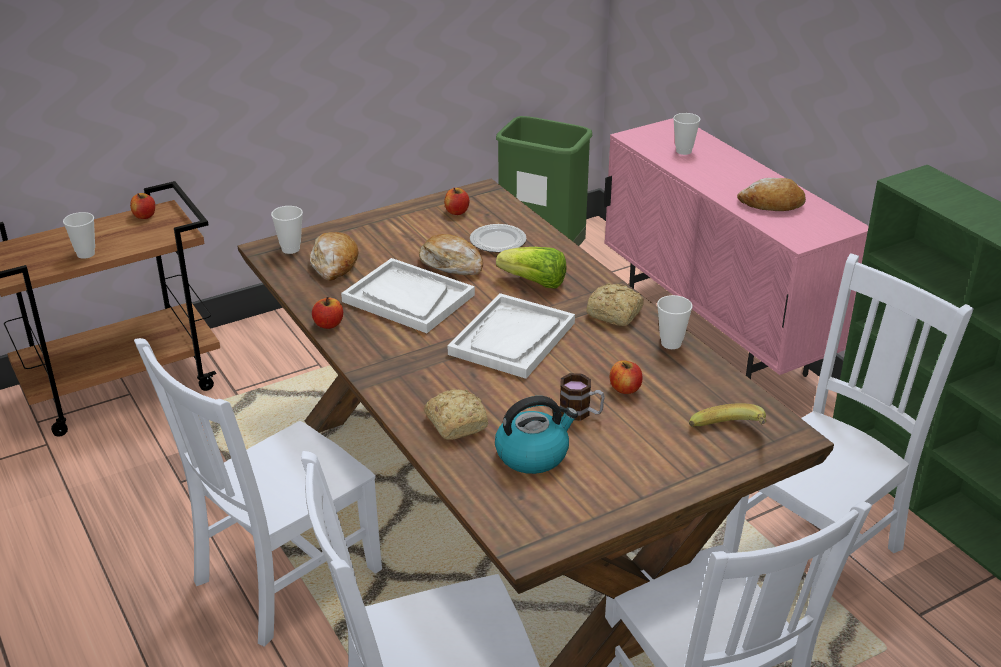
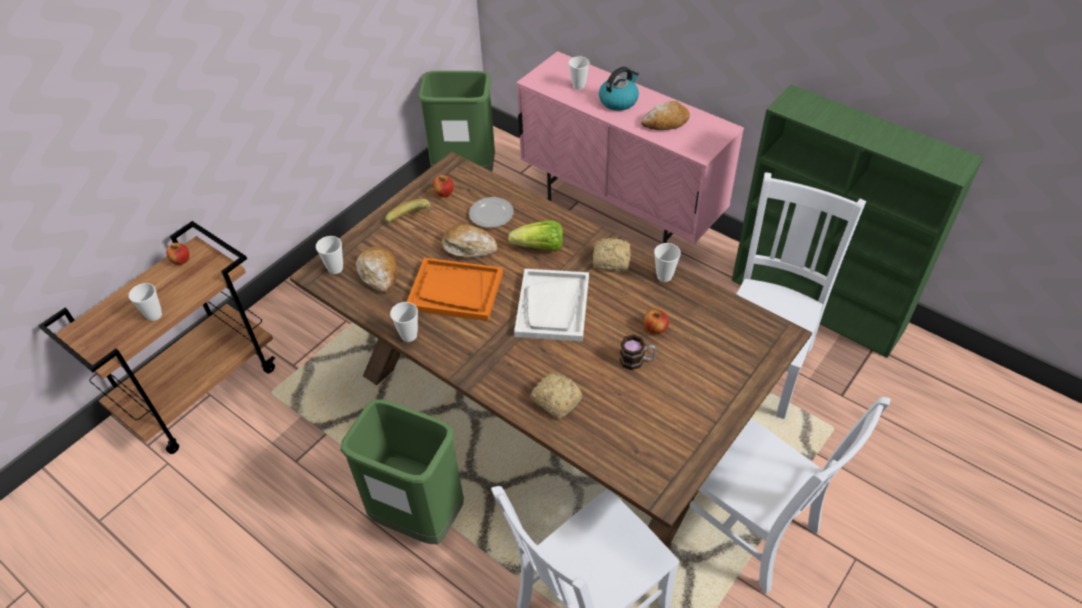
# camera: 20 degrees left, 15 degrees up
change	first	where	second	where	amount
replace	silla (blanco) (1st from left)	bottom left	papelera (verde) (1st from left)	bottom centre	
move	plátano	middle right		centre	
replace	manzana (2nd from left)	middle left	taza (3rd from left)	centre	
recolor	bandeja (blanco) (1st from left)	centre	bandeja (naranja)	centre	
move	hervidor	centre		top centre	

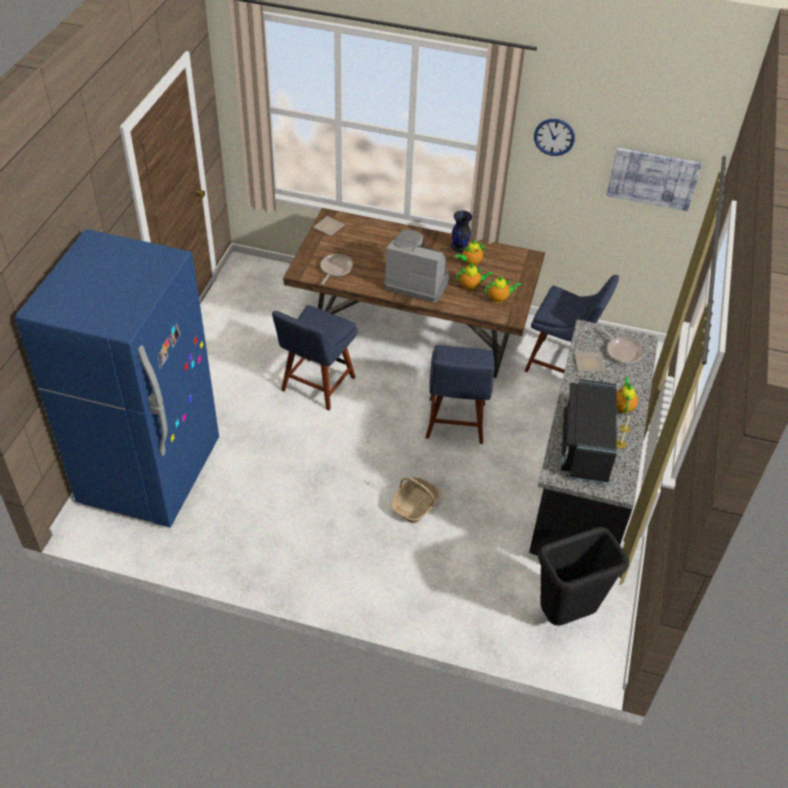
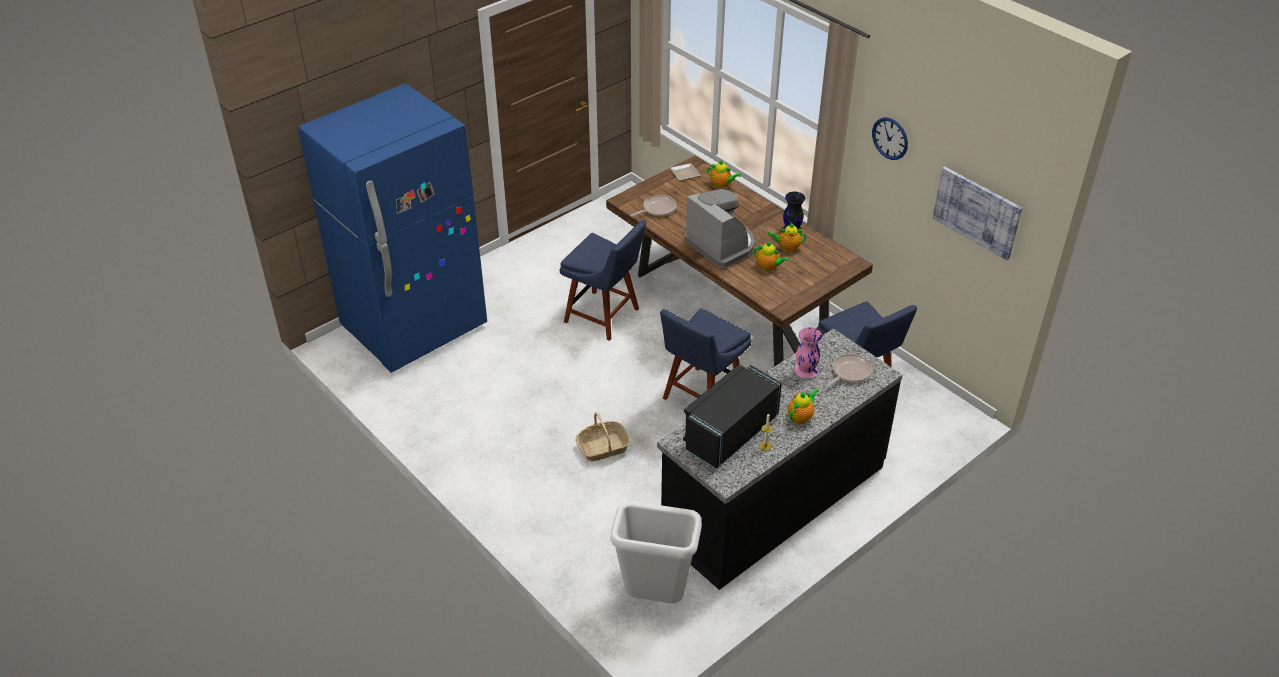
# camera: 35 degrees right, 5 degrees down
change	first	where	second	where	amount
rotate	silla (azul) (1st from left)	centre		centre	120 degrees counterclockwise
recolor	papelera (negro)	bottom right	papelera (blanco)	bottom centre	
move	tetera (3rd from left in the first image)	centre	tetera (1st from left)	top centre	
replace	plato (2nd from left)	middle right	florero (rosa)	centre	
rotate	sartén (2nd from left)	middle right		centre	135 degrees counterclockwise

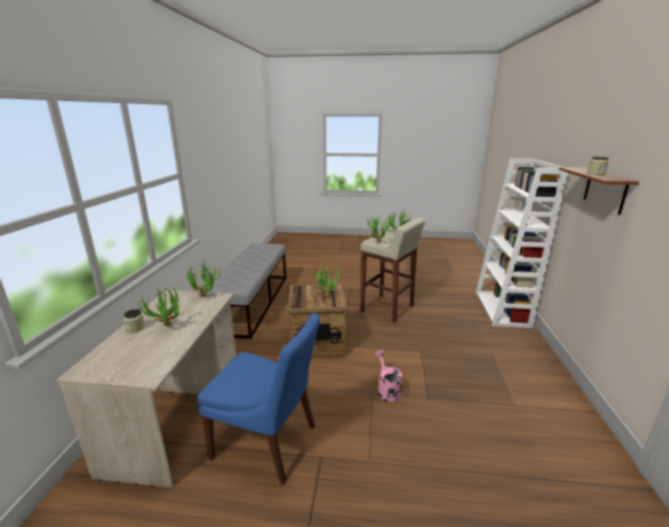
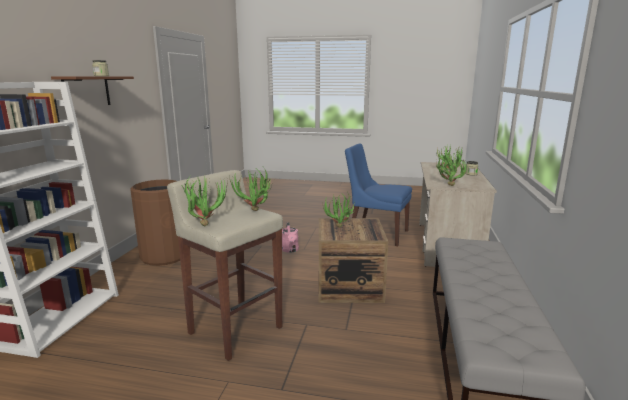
# camera: 175 degrees left, 5 degrees down
change	first	where	second	where	amount
insert			papelera (marrón)	middle left	

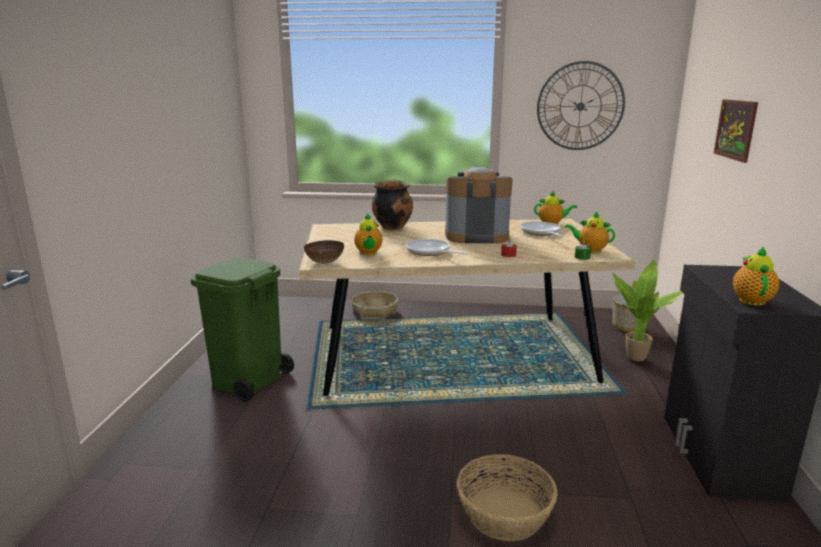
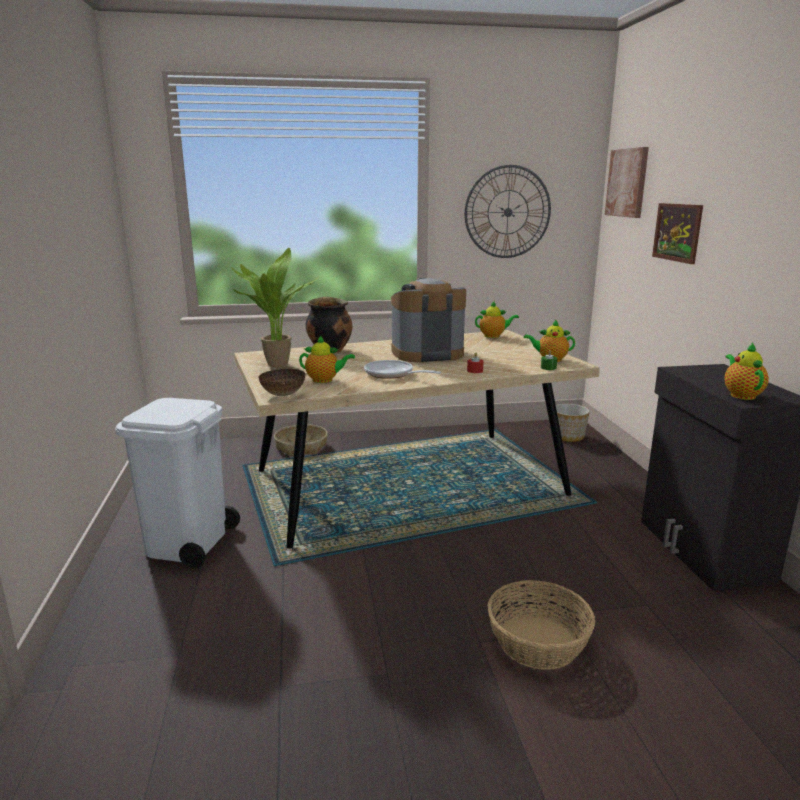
# camera: 15 degrees left, 0 degrees up
change	first	where	second	where	amount
recolor	papelera (verde)	middle left	papelera (blanco)	middle left	
move	planta en maceta	middle right		centre	
rotate	tetera (1st from left)	centre		centre	60 degrees counterclockwise
insert			cuadro (1st from left)	top right	
delete	sartén (2nd from left)	centre			

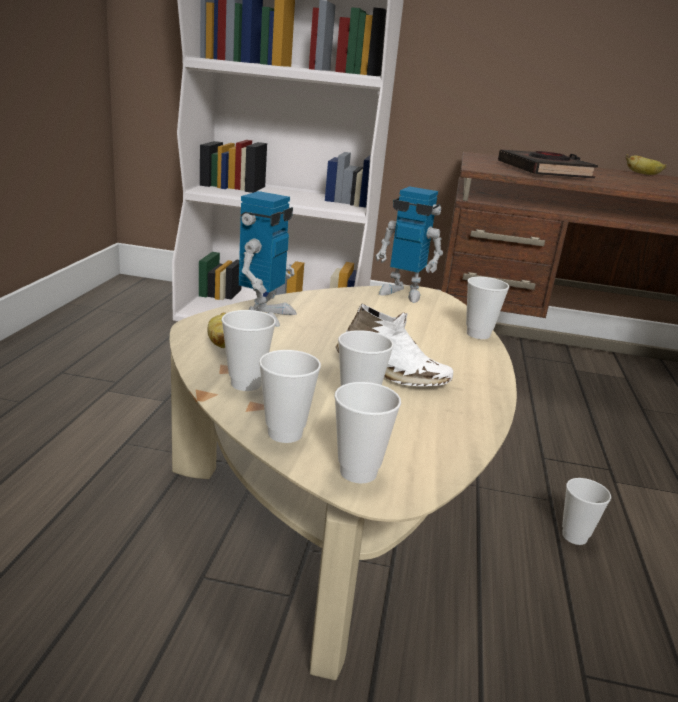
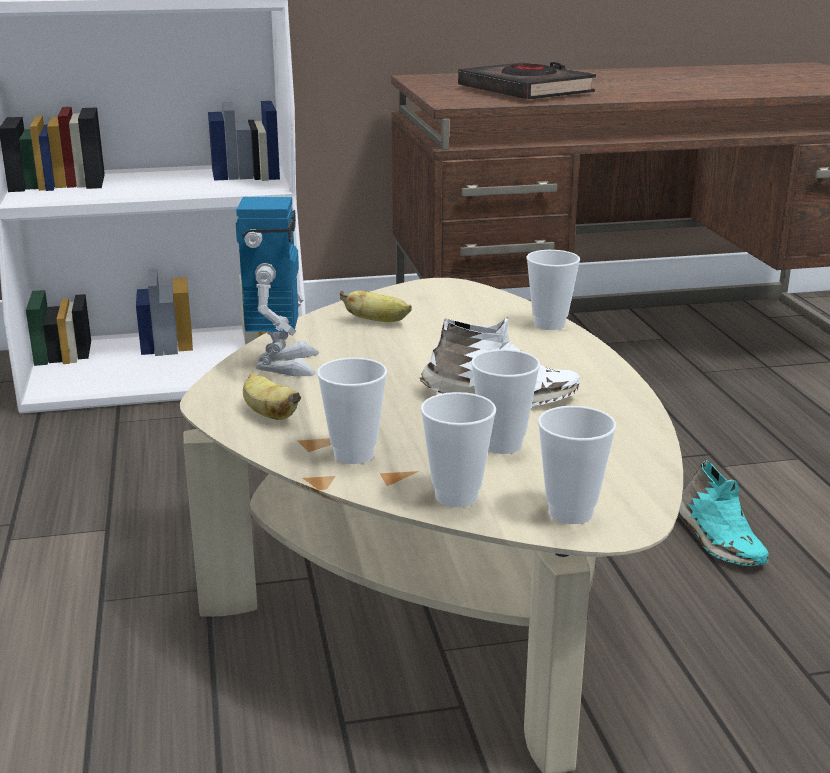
# camera: 20 degrees left, 0 degrees up
change	first	where	second	where	amount
move	plátano (2nd from left)	top right		centre	
replace	taza (6th from left)	bottom right	zapato (turquesa)	middle right	
delete	robot de juguete (2nd from left)	centre			

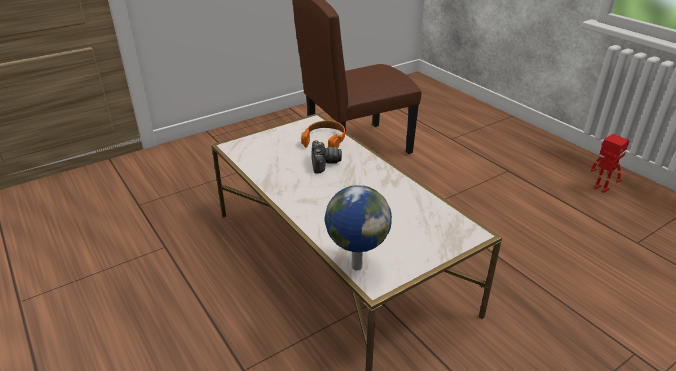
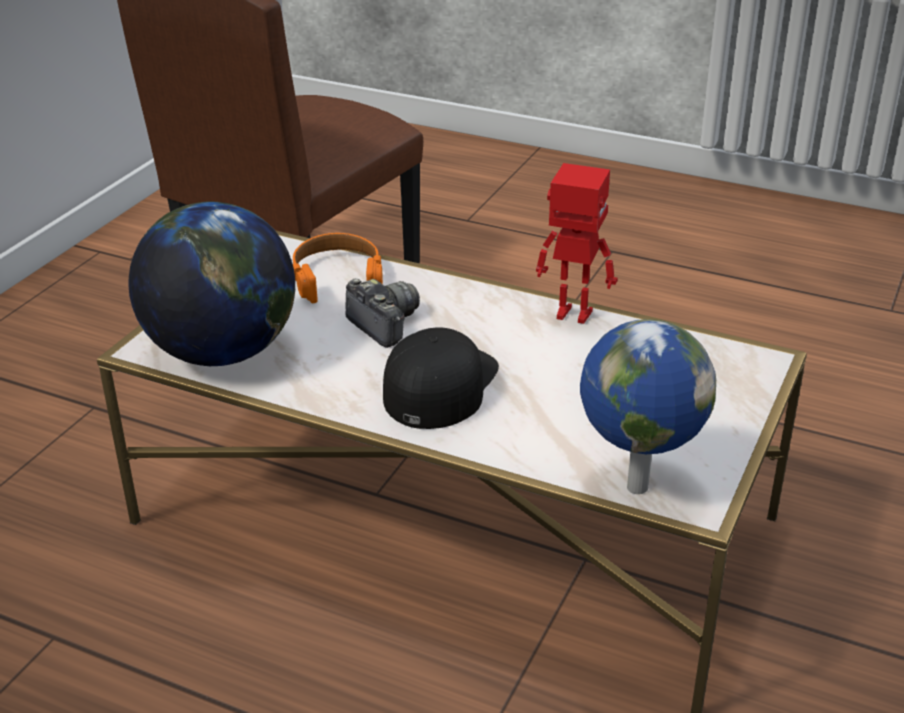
# camera: 30 degrees left, 0 degrees up
change	first	where	second	where	amount
insert			globo terráqueo (1st from left)	middle left	
insert			gorra (negro)	centre	
move	robot de juguete	middle right		centre	

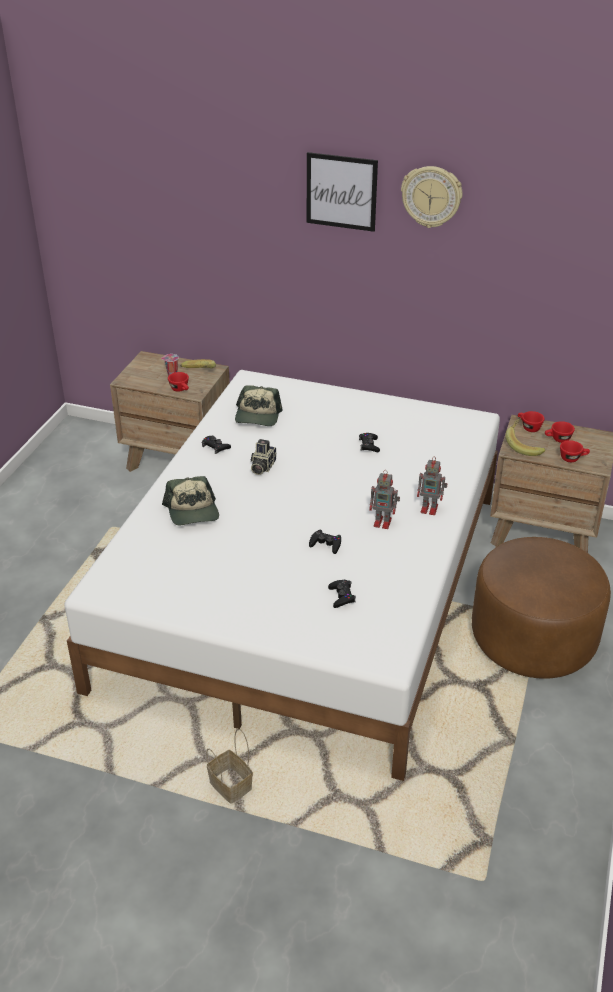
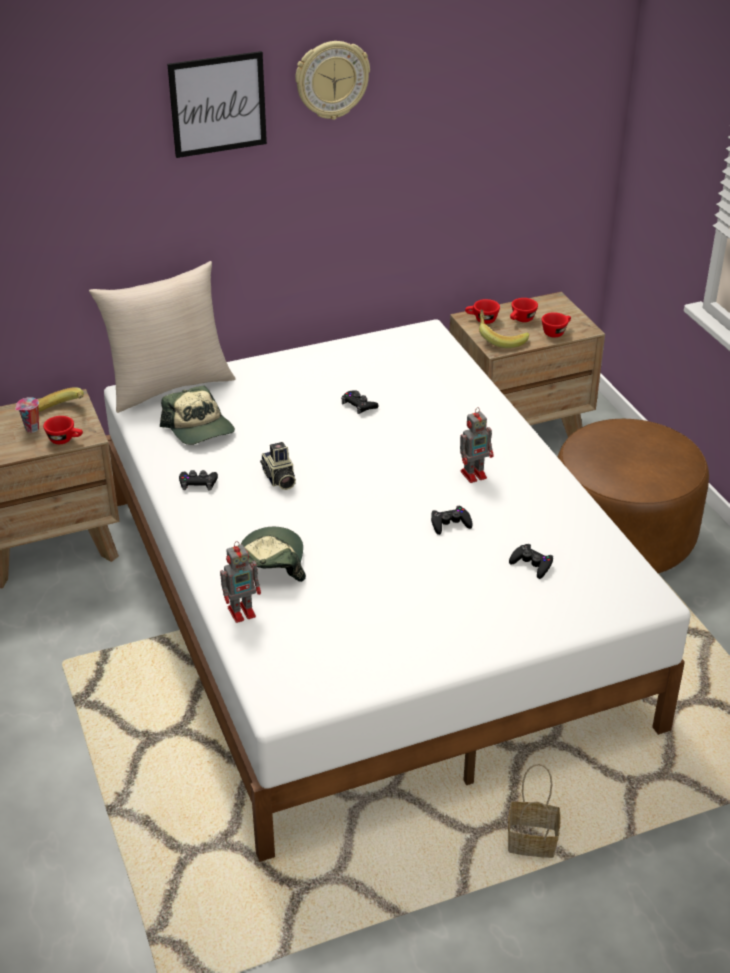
# camera: 40 degrees left, 0 degrees up
change	first	where	second	where	amount
insert			cojín (beis)	middle left	
move	robot de juguete (2nd from left in the first image)	middle right	robot de juguete (1st from left)	middle left	
rotate	gorra (1st from left in the first image)	middle left	gorra (2nd from left)	centre	120 degrees counterclockwise

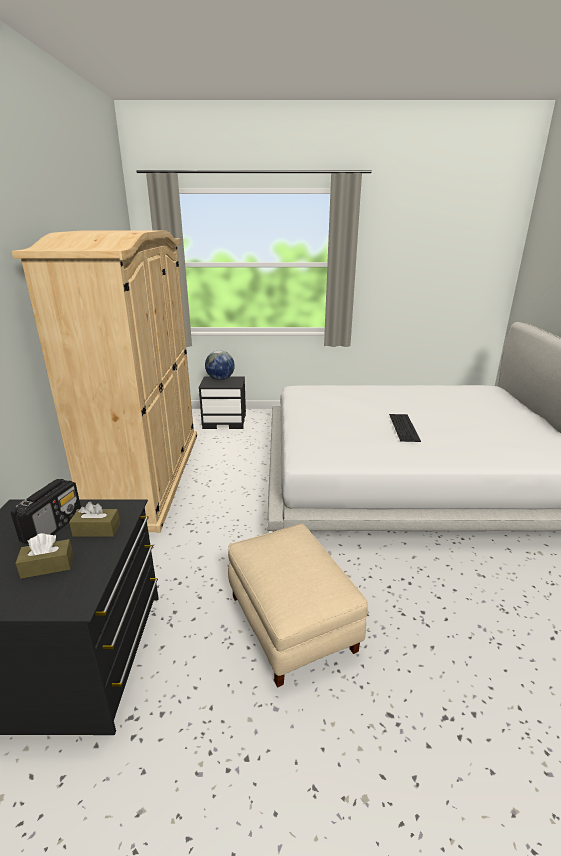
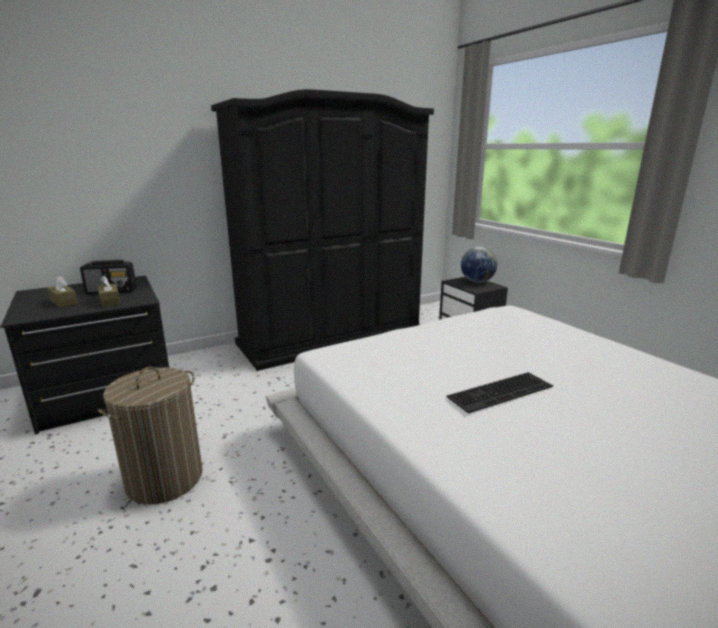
# camera: 60 degrees right, 5 degrees down
change	first	where	second	where	amount
replace	puf (beis)	bottom centre	cesto de la ropa	bottom left	
recolor	armario ropero (beis)	middle left	armario ropero (negro)	centre	

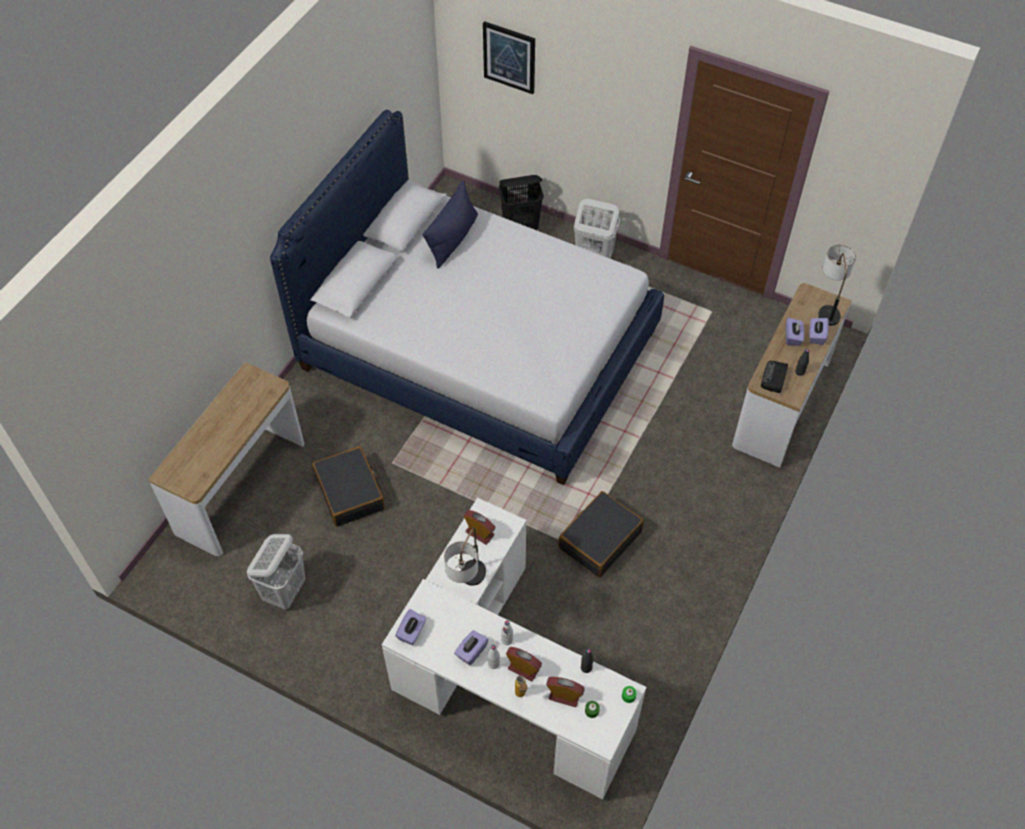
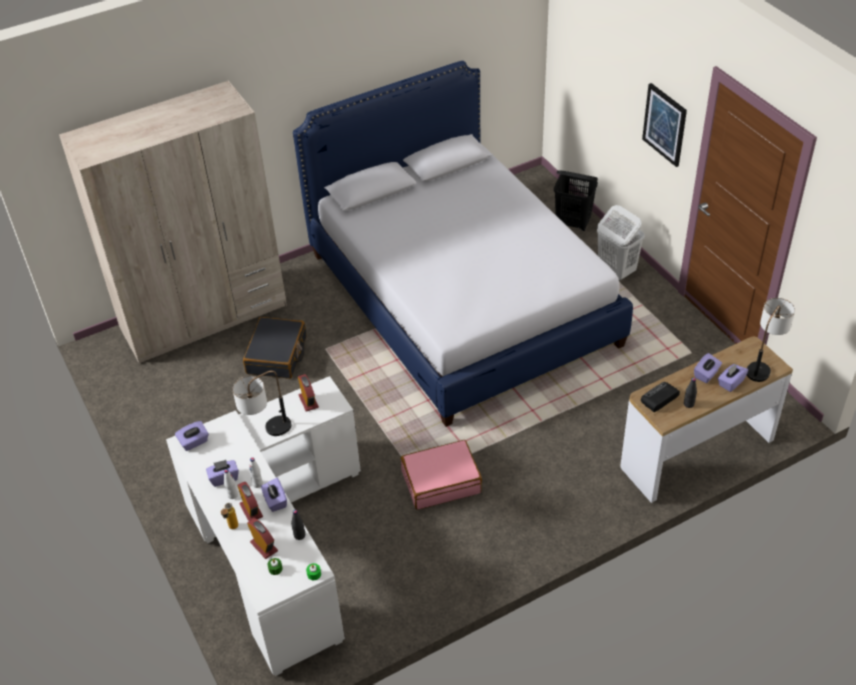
# camera: 35 degrees right, 10 degrees down
change	first	where	second	where	amount
replace	mesa consola (1st from left)	middle left	armario ropero (beis)	top left	
insert			caja de pañuelos (morado) (3rd from left)	bottom left	
recolor	maleta (negro) (2nd from left)	centre	maleta (rosa)	bottom centre	
move	cuadro	top centre		top right	
delete	cesto de la ropa (blanco) (1st from left)	bottom left			
delete	cojín (azul)	top centre			

